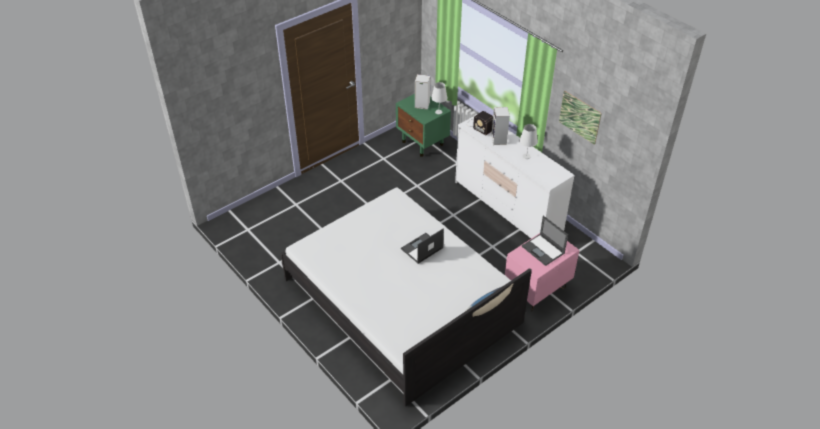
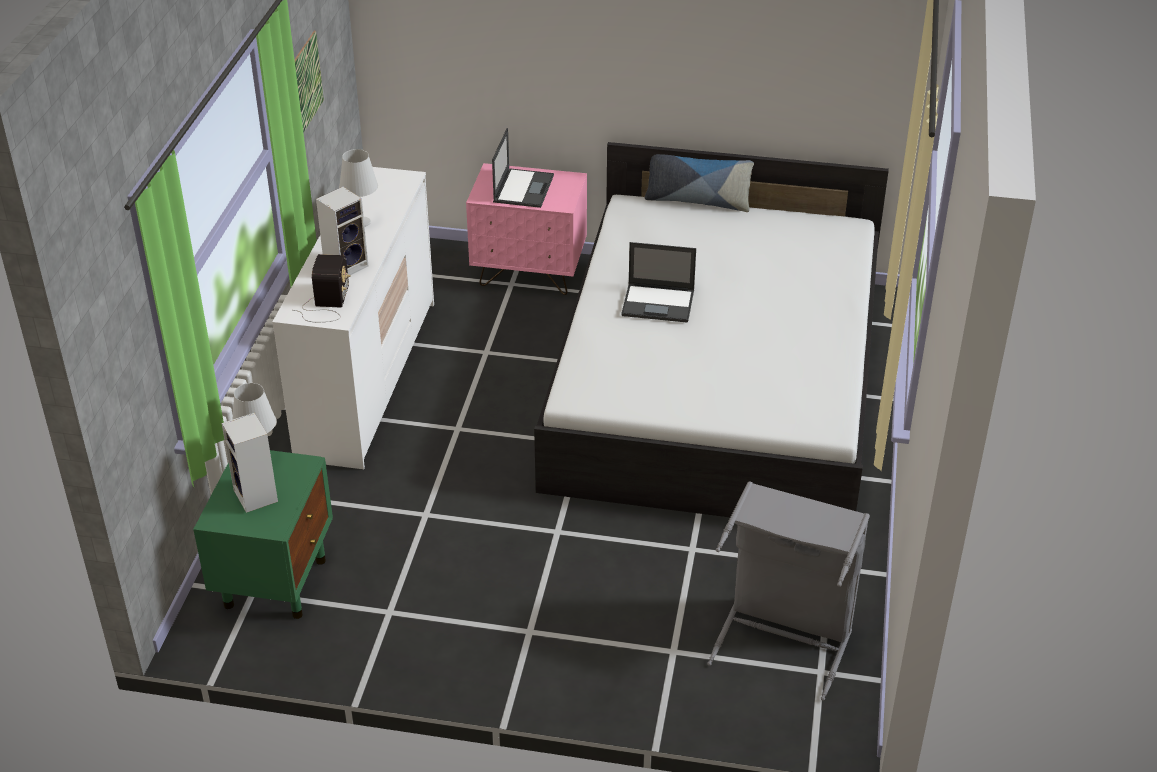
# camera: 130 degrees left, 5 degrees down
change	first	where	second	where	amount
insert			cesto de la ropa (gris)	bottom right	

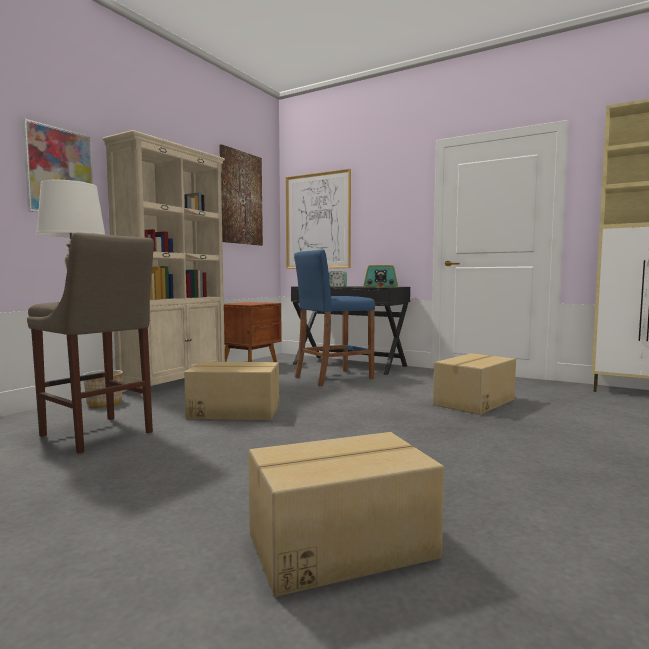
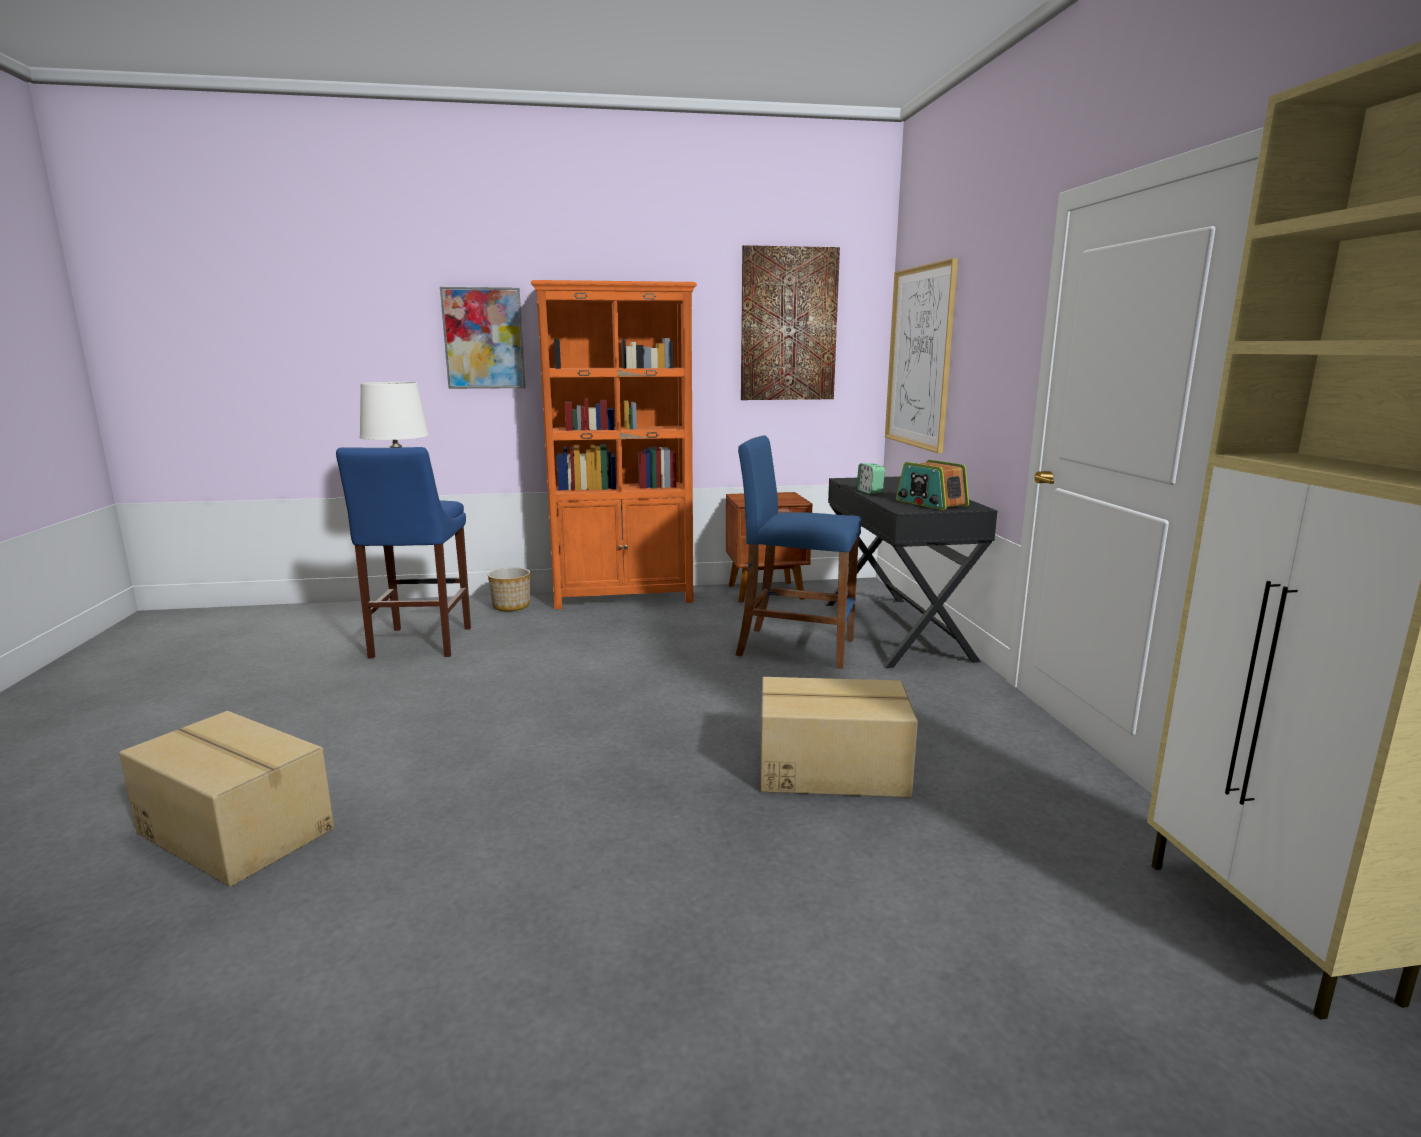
# camera: 50 degrees right, 10 degrees up
change	first	where	second	where	amount
recolor	taburete (beis)	middle left	taburete (azul) (1st from left)	middle left	
recolor	estantería (beis)	middle left	estantería (naranja)	centre	
delete	caja de cartón (1st from left)	centre			

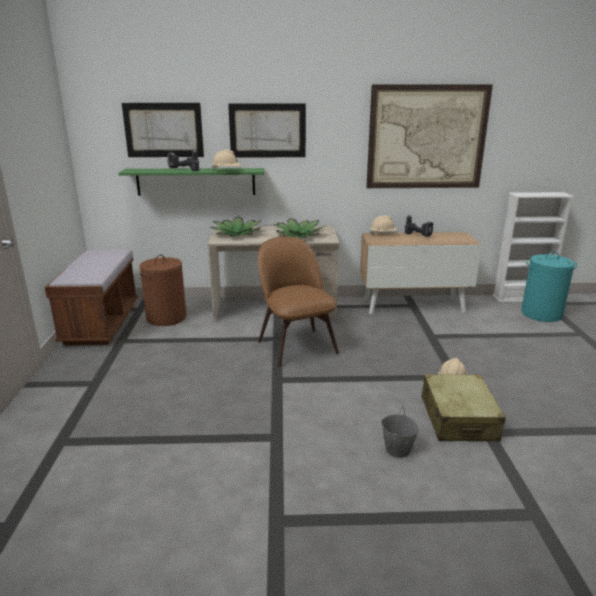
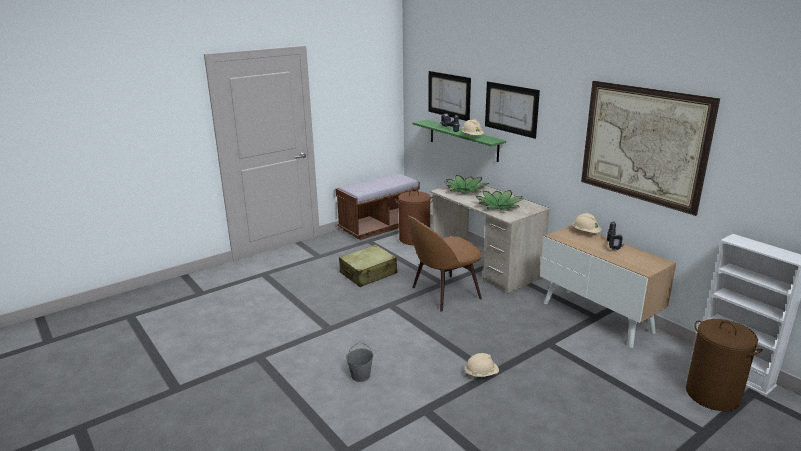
# camera: 55 degrees right, 0 degrees up
change	first	where	second	where	amount
move	maleta (beis)	bottom right		centre	
rotate	silla (marrón)	centre		centre	150 degrees counterclockwise
recolor	cesto de la ropa (turquesa)	middle right	cesto de la ropa (marrón) (2nd from left)	bottom right	

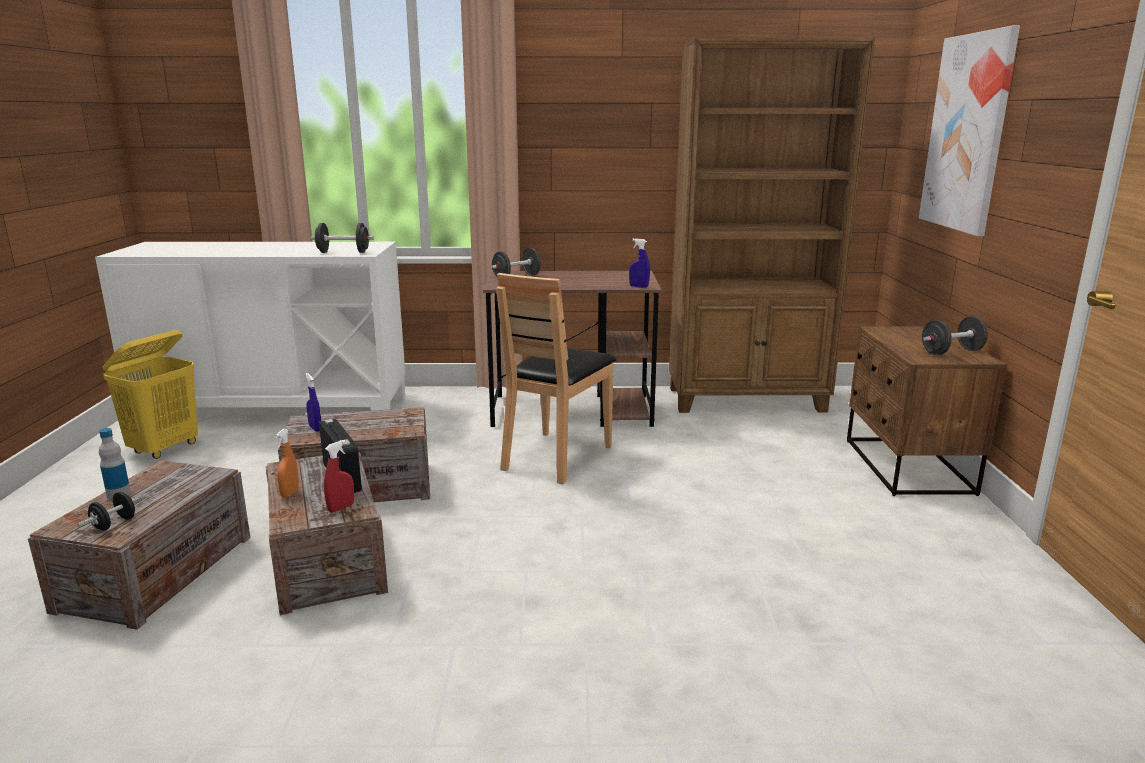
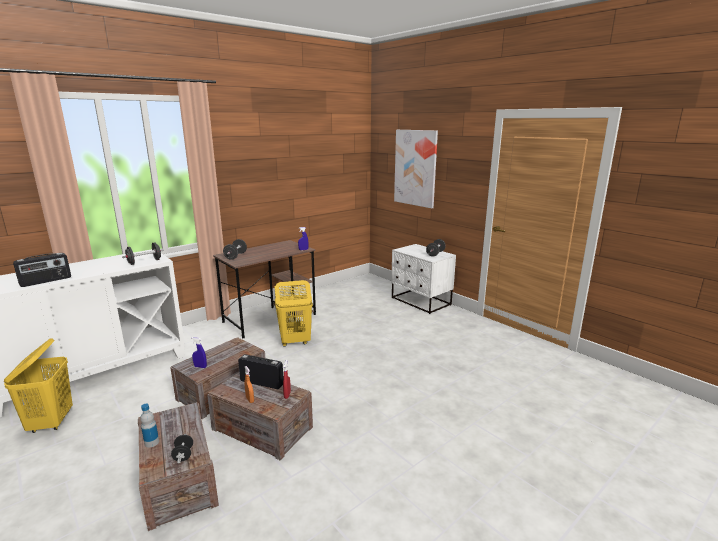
# camera: 40 degrees left, 0 degrees up
change	first	where	second	where	amount
insert			radio (1st from left)	middle left	
replace	silla (marrón)	centre	cesto de la ropa (amarillo) (2nd from left)	centre	
recolor	mesita de noche (marrón)	middle right	mesita de noche (blanco)	centre	
delete	estantería (marrón)	top right			

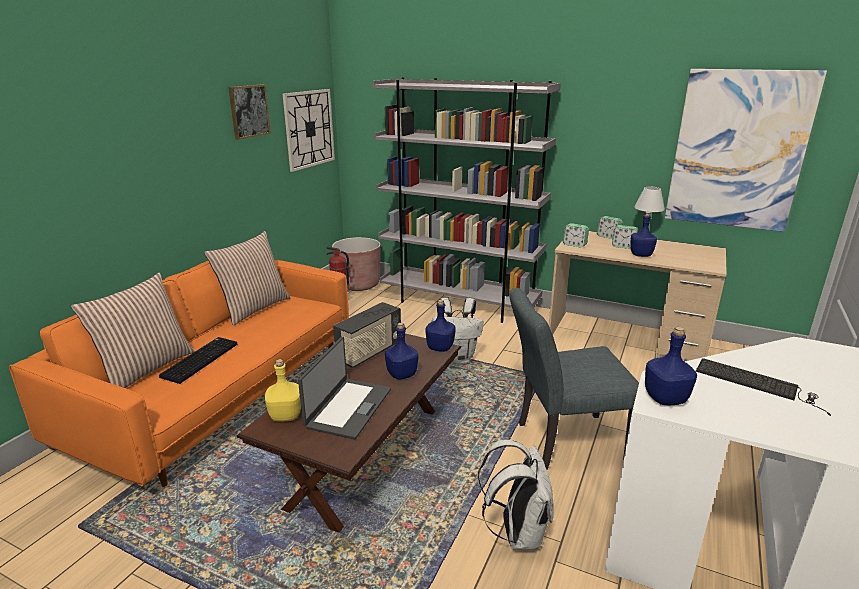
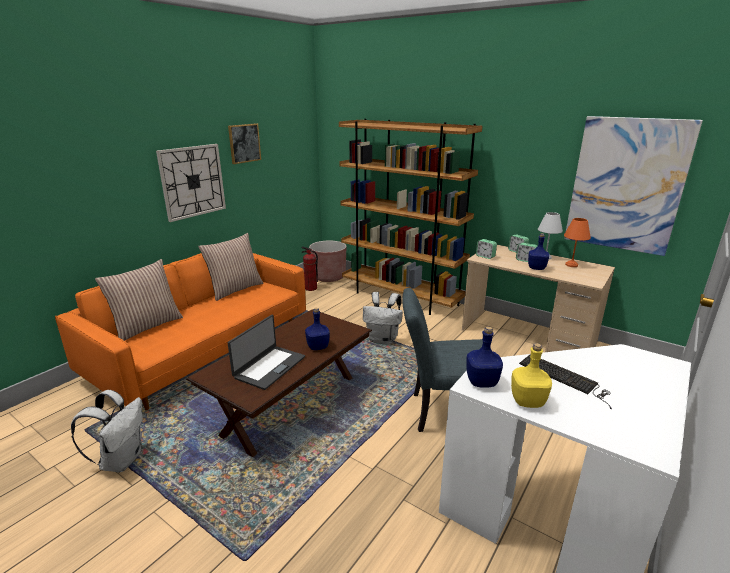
# camera: 10 degrees right, 0 degrees up
change	first	where	second	where	amount
move	mochila (blanco) (2nd from left in the first image)	bottom centre	mochila (blanco) (1st from left)	bottom left	
move	reloj de pared	top centre		top left	
recolor	estantería (gris)	centre	estantería (marrón)	centre	
move	botella (amarillo)	middle left		middle right	
insert			lámpara de mesa (naranja)	middle right	
delete	teclado (1st from left)	middle left			
delete	radio	centre			
delete	botella (azul) (2nd from left)	centre			

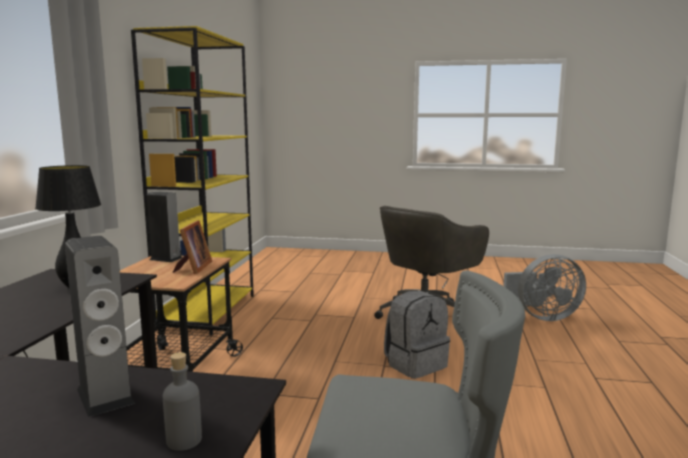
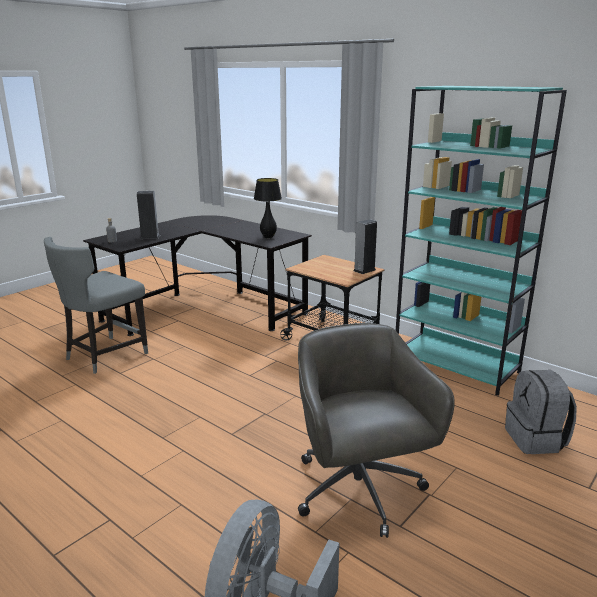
# camera: 120 degrees right, 10 degrees up
change	first	where	second	where	amount
recolor	estantería (amarillo)	middle left	estantería (turquesa)	middle right	
move	mochila (gris)	bottom centre		bottom right	
delete	portarretratos	middle left			

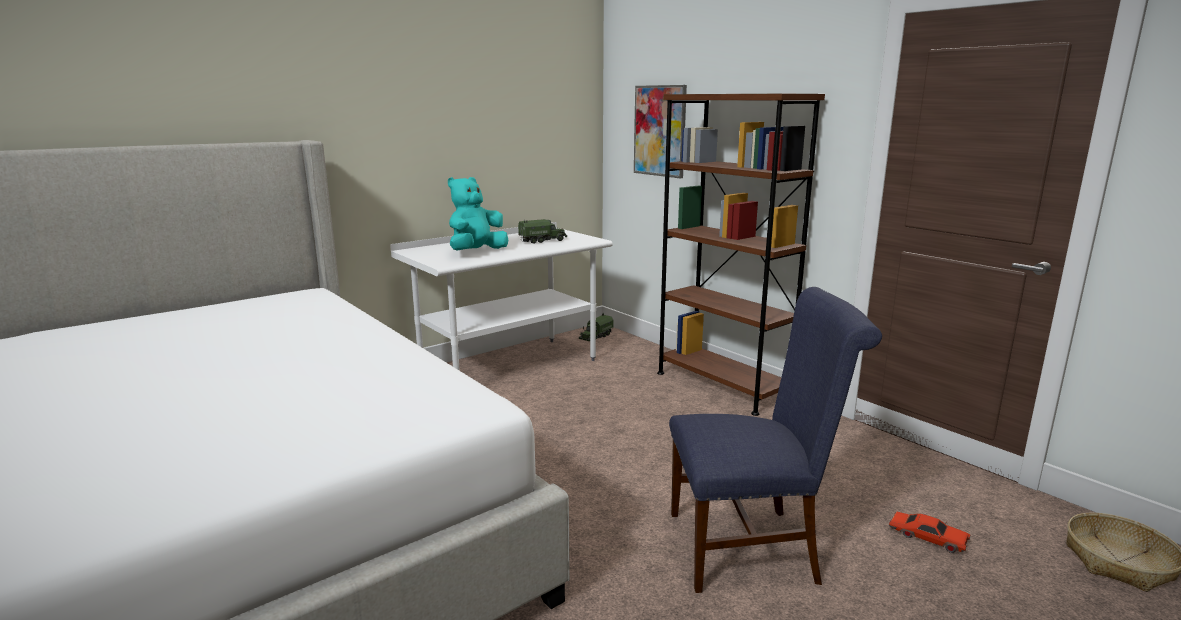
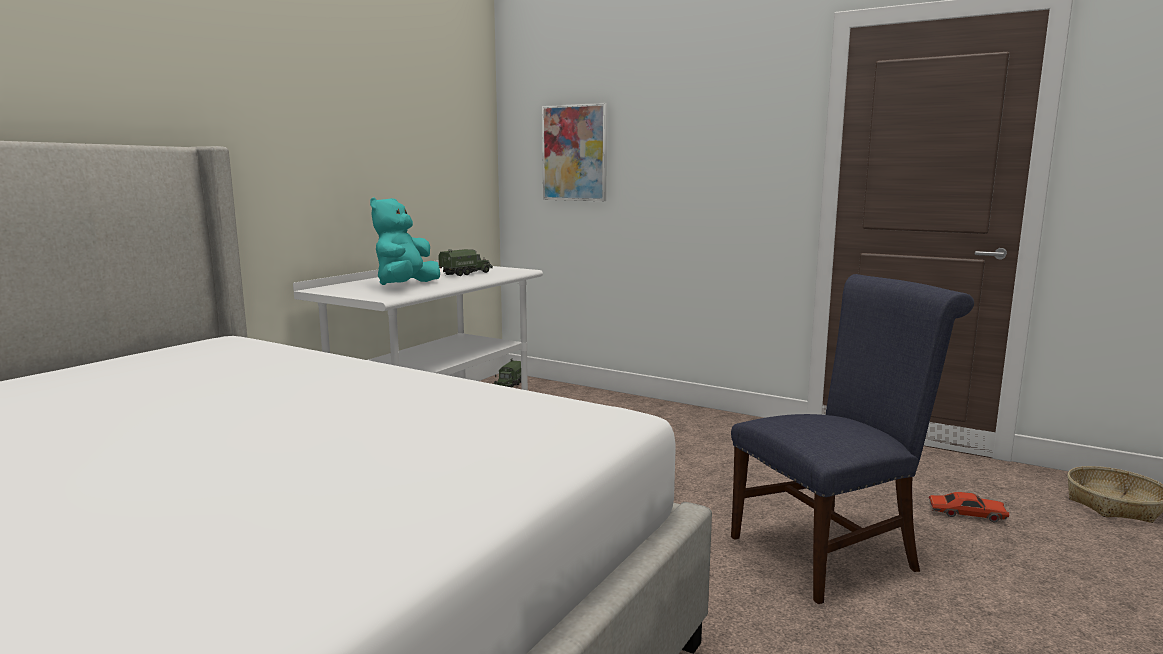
# camera: 20 degrees left, 5 degrees down
change	first	where	second	where	amount
delete	estantería (marrón)	centre			

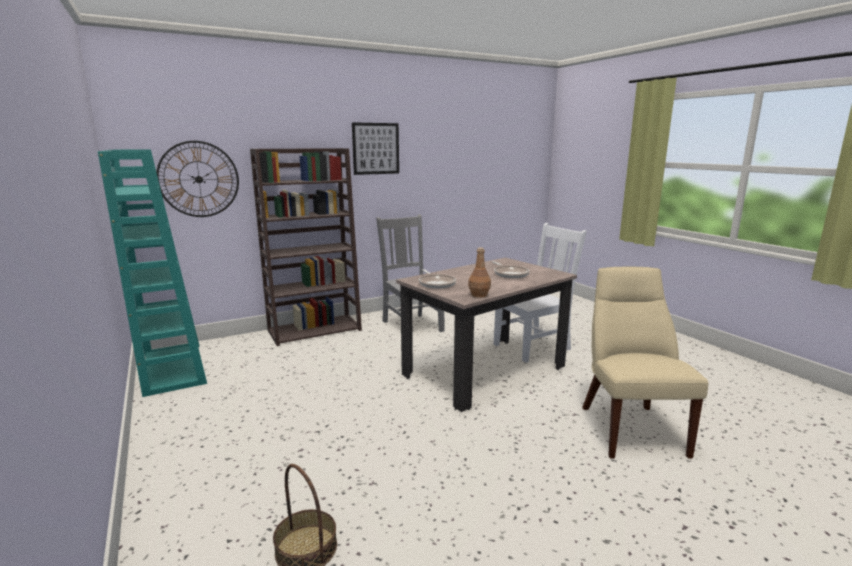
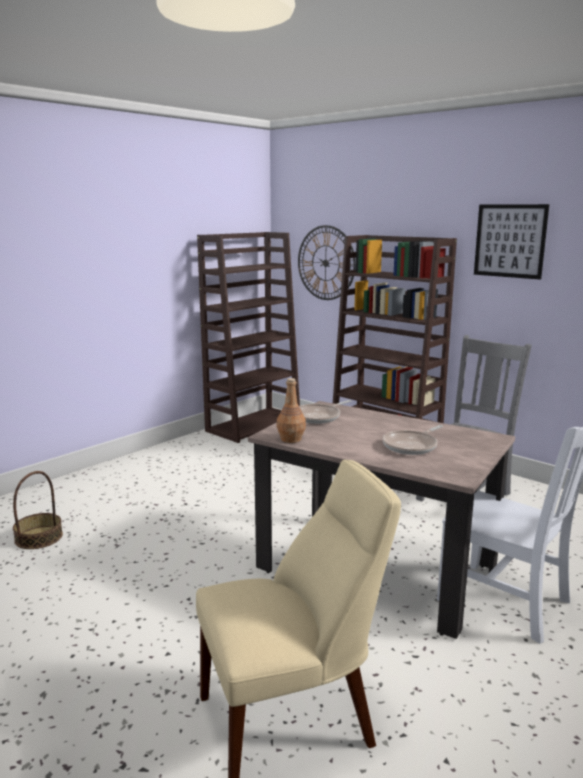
# camera: 70 degrees right, 0 degrees up
change	first	where	second	where	amount
recolor	estantería (turquesa)	middle left	estantería (marrón) (1st from left)	centre	

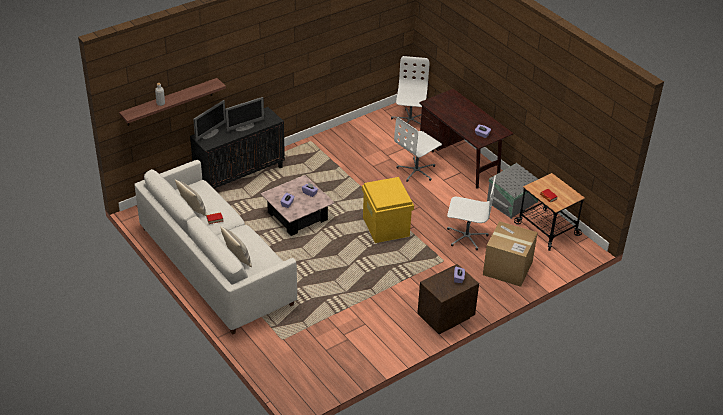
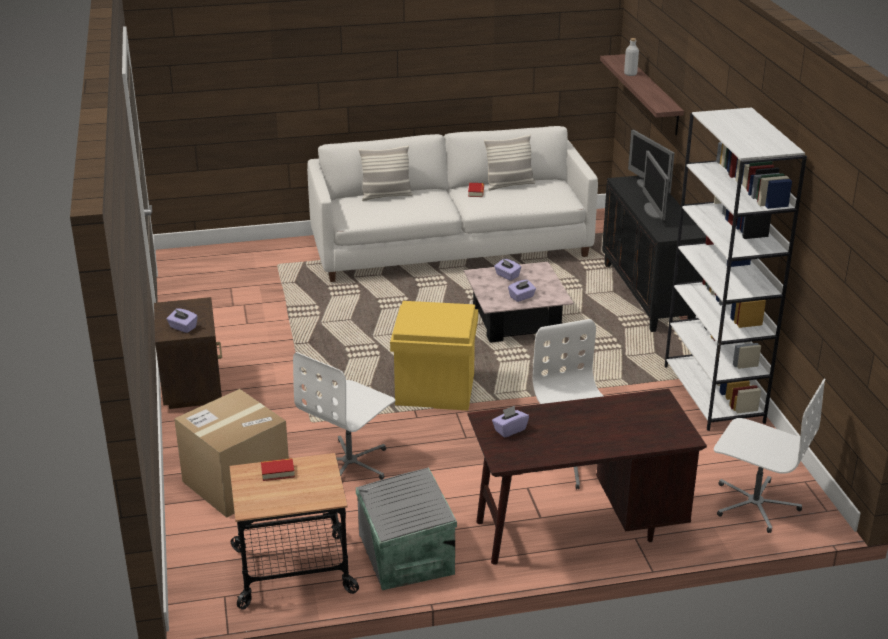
# camera: 115 degrees right, 10 degrees down
change	first	where	second	where	amount
insert			estantería (blanco)	middle right	

